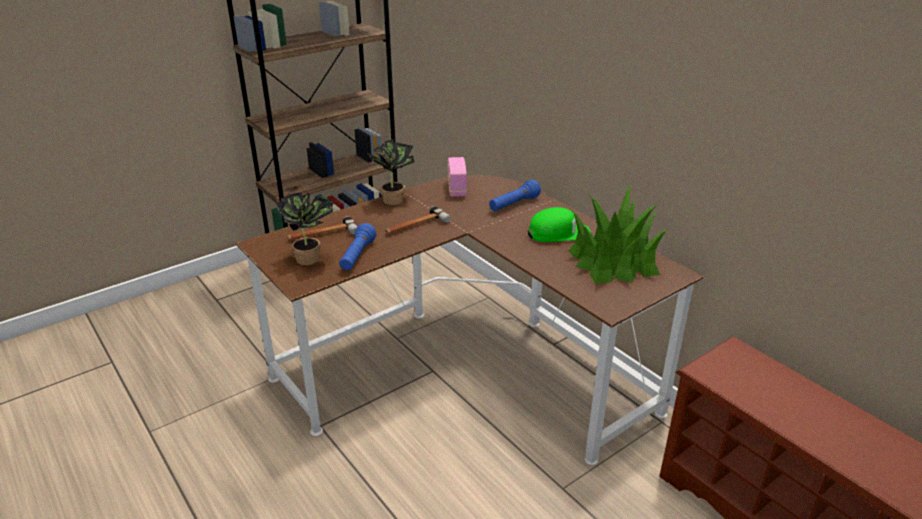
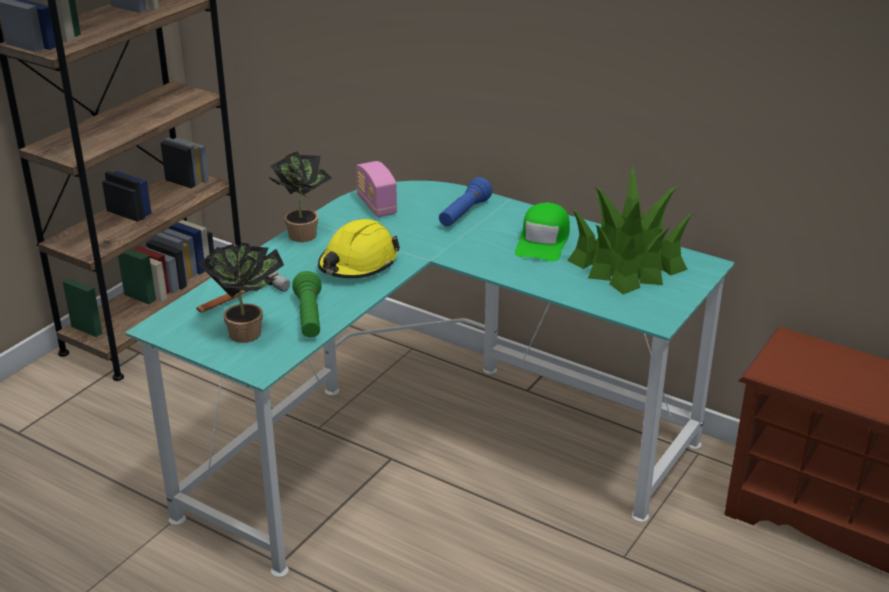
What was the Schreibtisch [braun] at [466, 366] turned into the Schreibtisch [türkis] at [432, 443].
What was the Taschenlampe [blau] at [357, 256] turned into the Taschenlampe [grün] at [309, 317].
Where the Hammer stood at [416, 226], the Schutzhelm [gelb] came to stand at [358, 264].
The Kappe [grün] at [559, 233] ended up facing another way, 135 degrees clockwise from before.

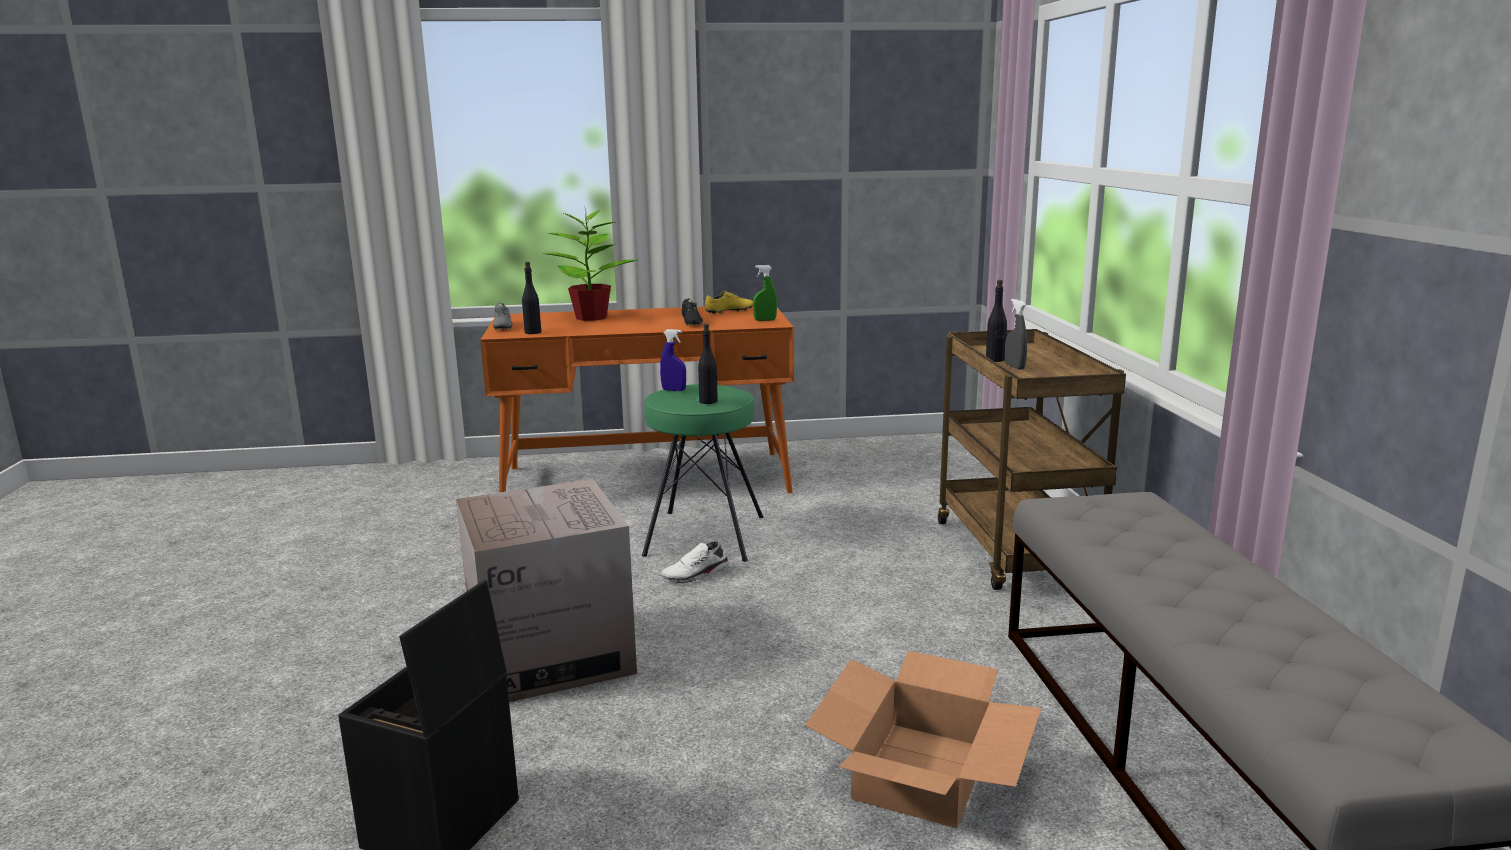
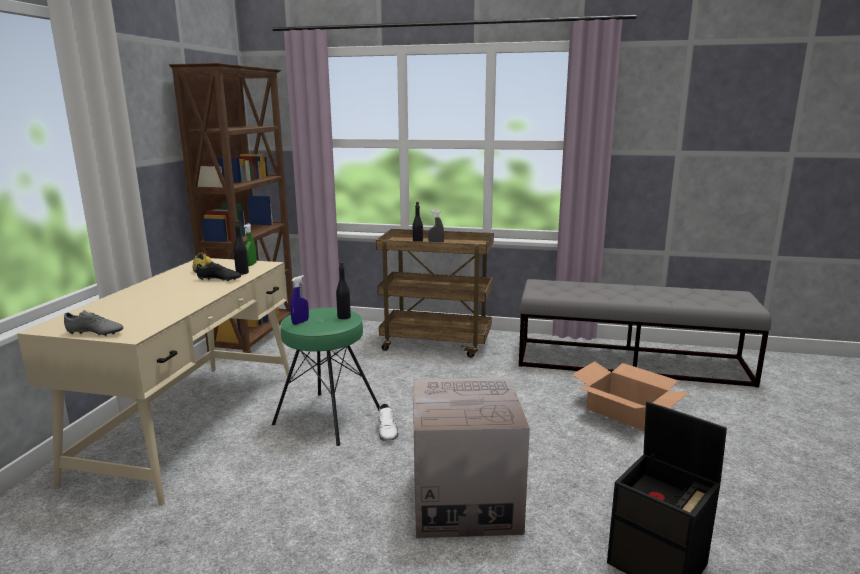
What was the Schreibtisch [orange] at [647, 480] turned into the Schreibtisch [beige] at [193, 423].
The Flasche [schwarz] ended up elsewhere, having gone from [532, 332] to [242, 273].
The second view lost the Topfpflanze at [590, 317].
The second view gained the Bücherregal [braun] at [256, 337].

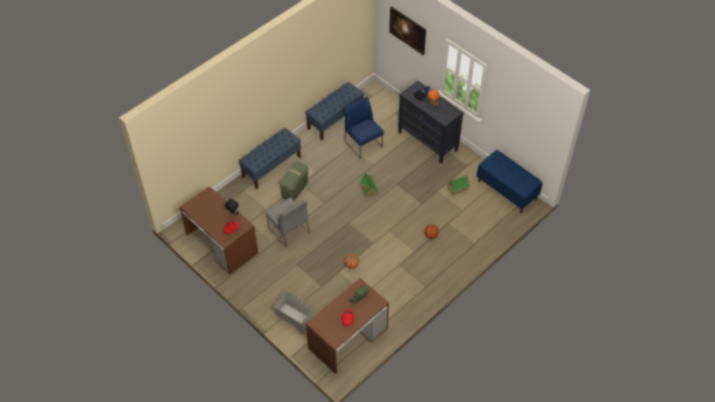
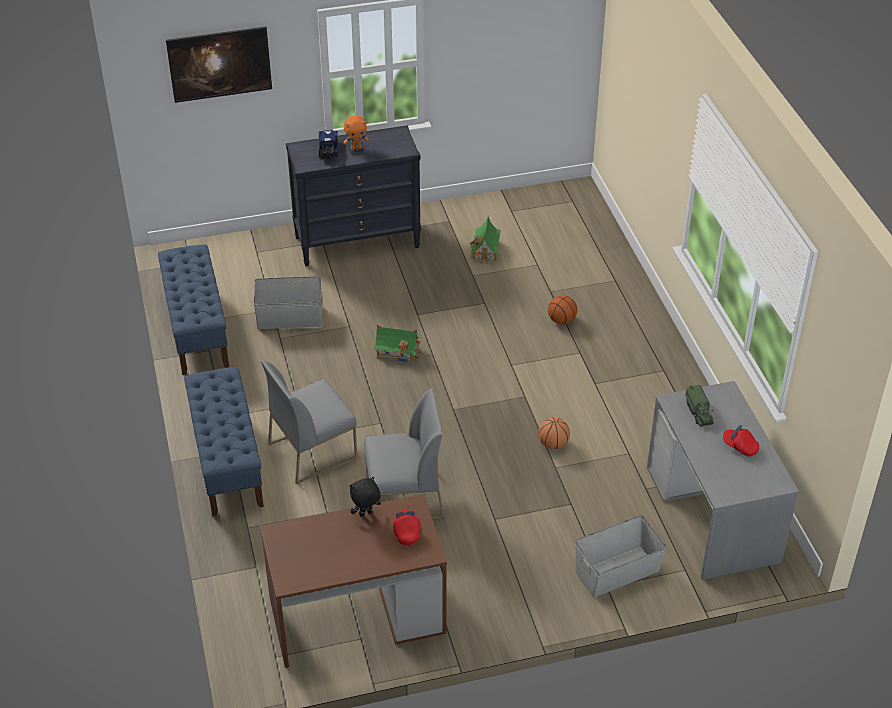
Where the Aufbewahrungsbox [grün] stood at [295, 189], the Stuhl [grau] came to stand at [313, 450].
What was the Schreibtisch [braun] at [348, 338] turned into the Schreibtisch [grau] at [712, 514].
Where the Stuhl [blau] stood at [363, 144], the Aufbewahrungsbox [grau] came to stand at [289, 317].
The second view lost the Bank [blau] at [507, 190].

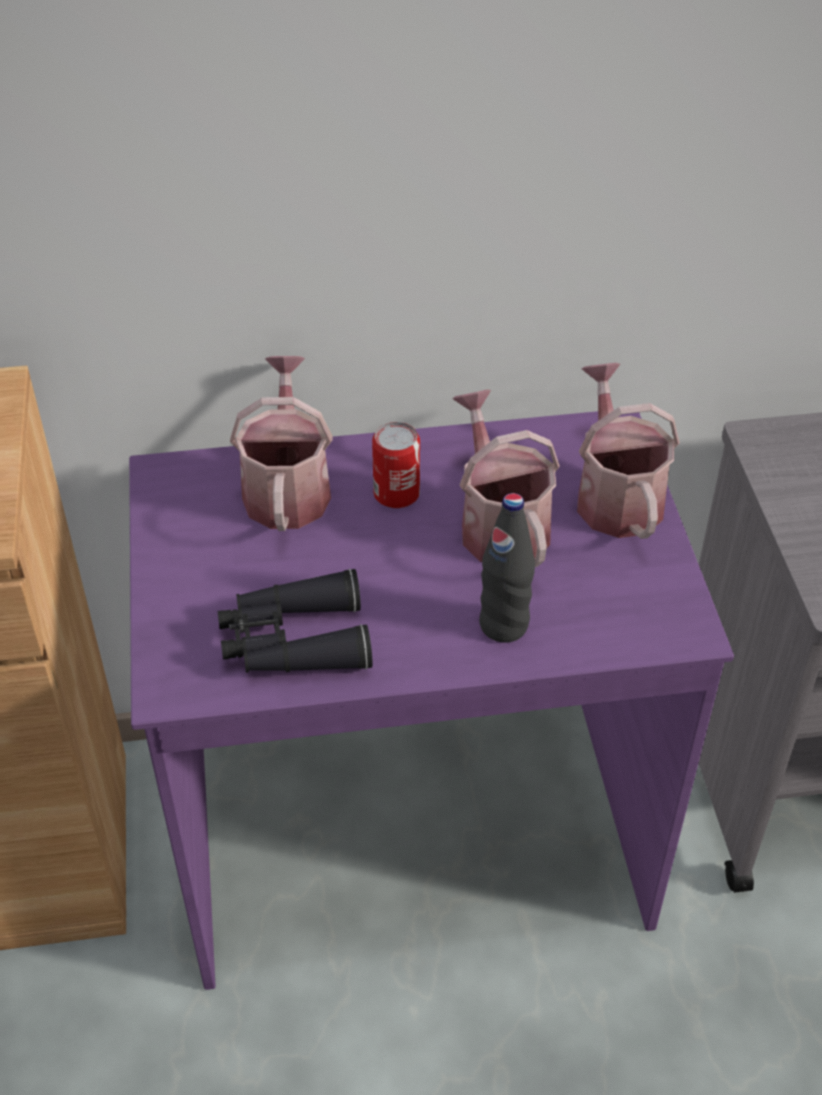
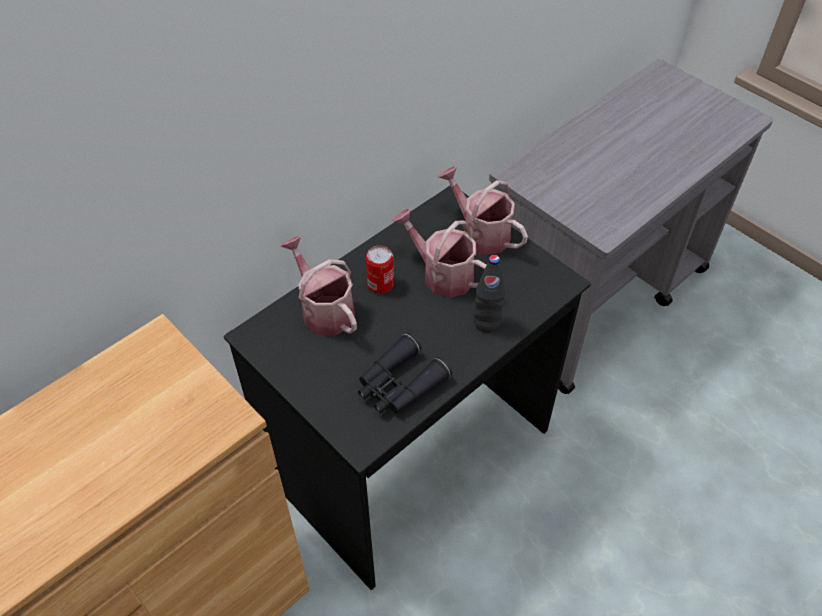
What was the Schreibtisch [lila] at [412, 839] turned into the Schreibtisch [schwarz] at [411, 456].

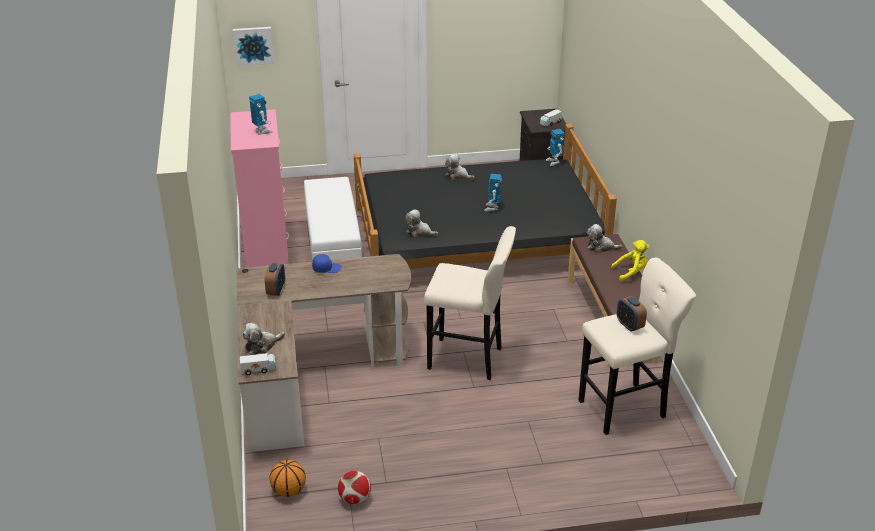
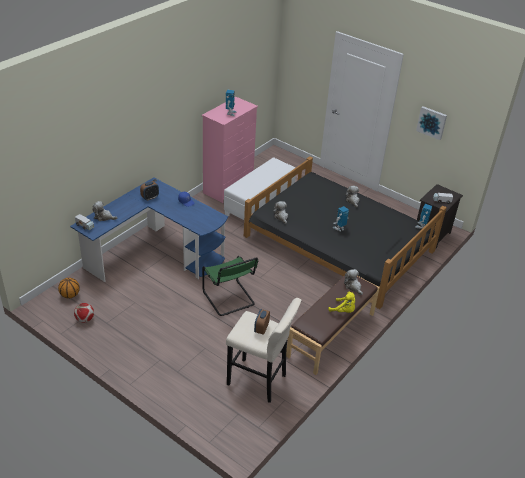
The Bild ended up elsewhere, having gone from [253, 45] to [432, 122].
What was the Schreibtisch [braun] at [310, 374] turned into the Schreibtisch [blau] at [156, 253].
Where the Hocker [beige] stood at [469, 359], the Stuhl [grün] came to stand at [229, 299].

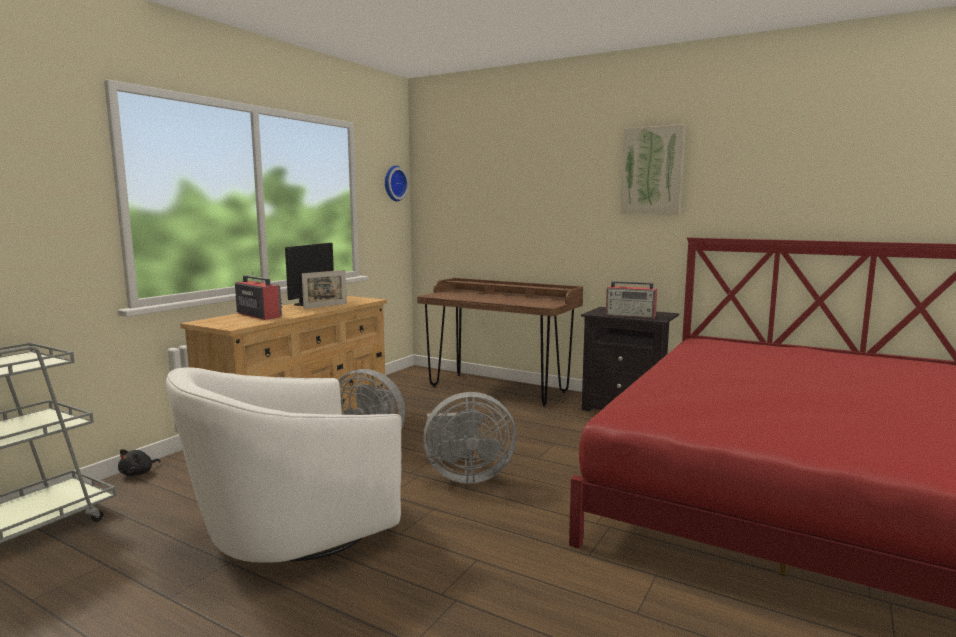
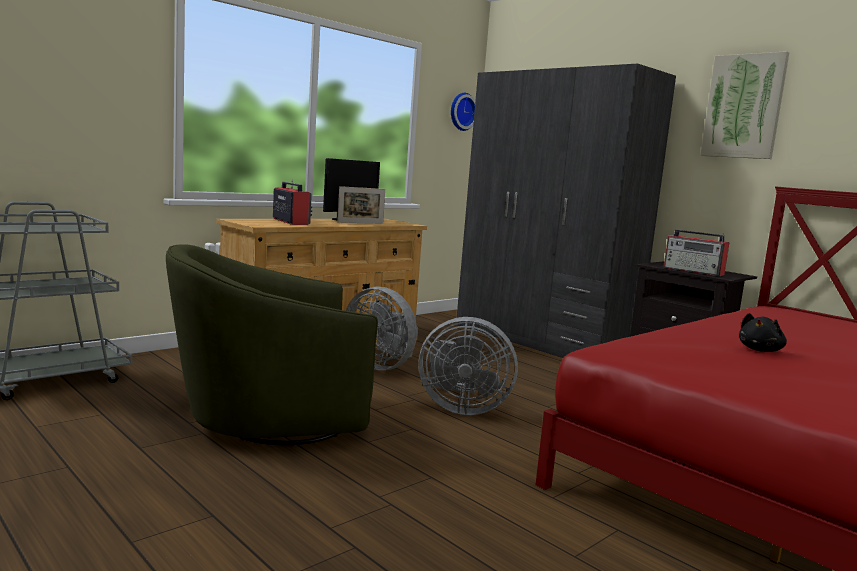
The Plüschtier [schwarz] ended up elsewhere, having gone from [138, 473] to [760, 350].
What was the Sessel [weiß] at [294, 531] turned into the Sessel [grün] at [271, 421].
Where the Schreibtisch [braun] stood at [498, 389], the Kleiderschrank [grau] came to stand at [541, 341].

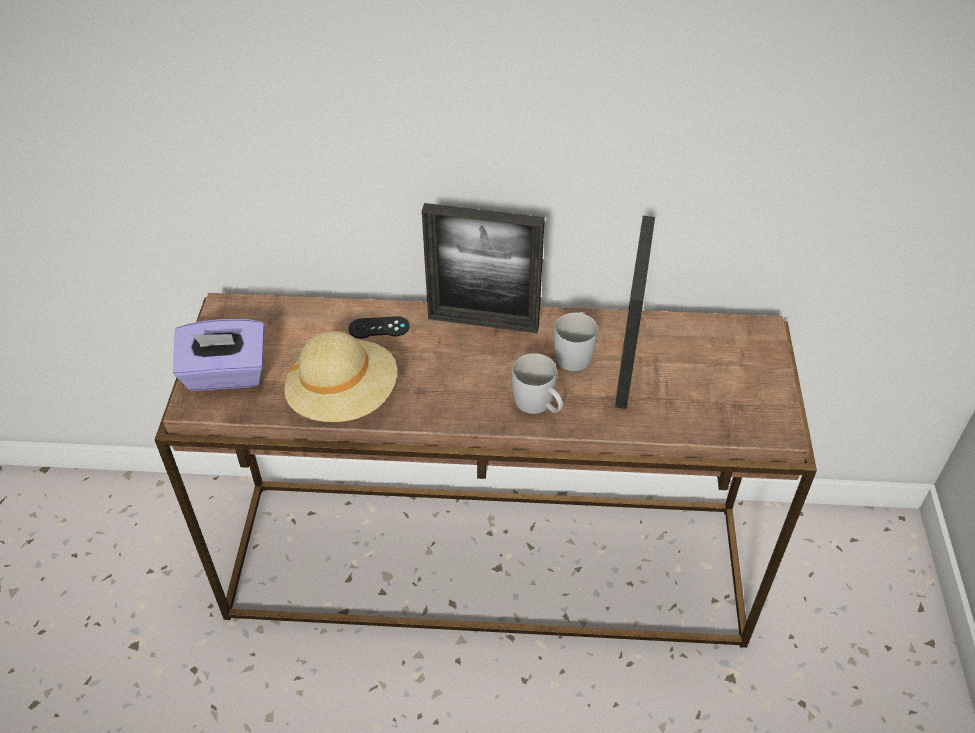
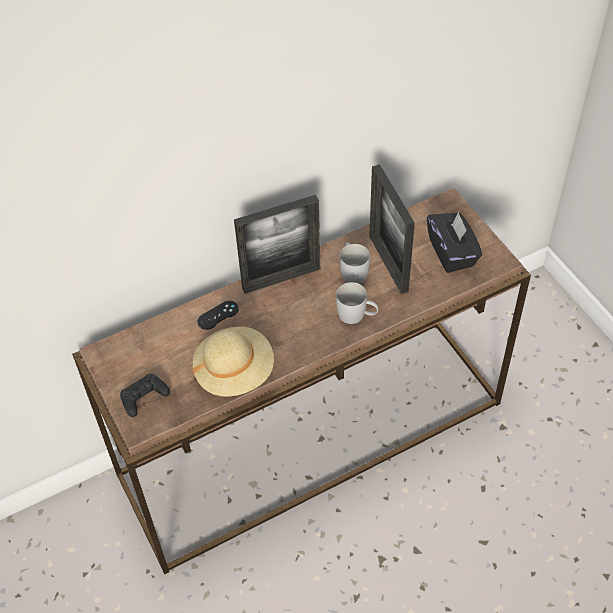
Where the Taschentuchbox [lila] stood at [226, 375], the Gamepad [schwarz] came to stand at [144, 397].
The second view gained the Taschentuchbox [schwarz] at [452, 253].

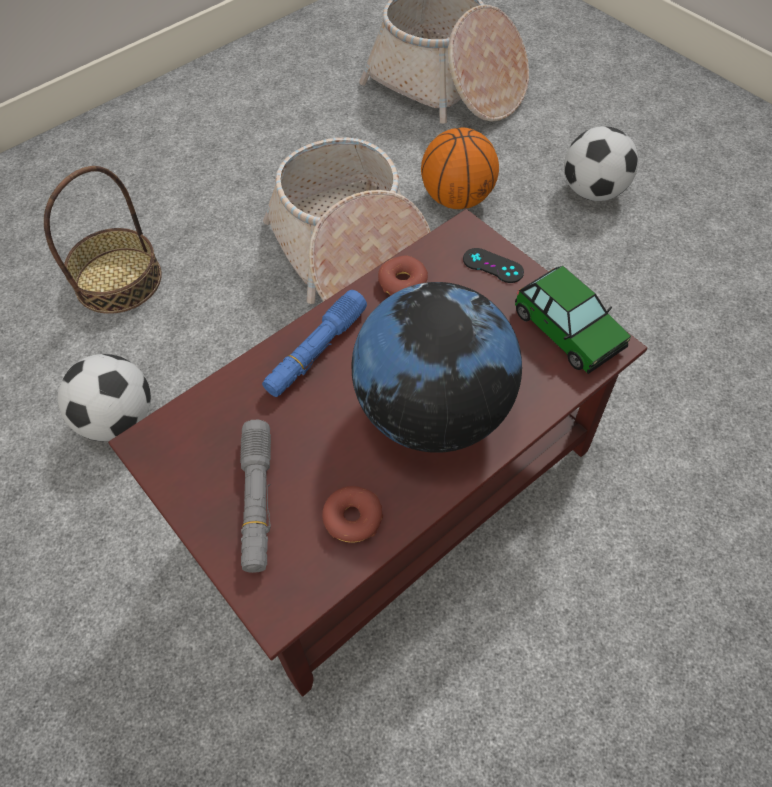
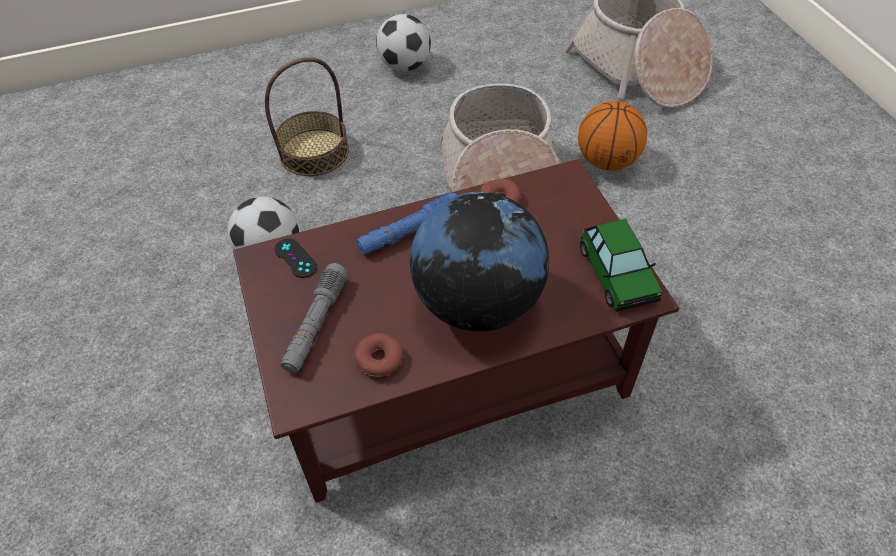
The Gamepad [schwarz] ended up elsewhere, having gone from [493, 266] to [295, 258].
The Fußball ended up elsewhere, having gone from [593, 191] to [405, 66].

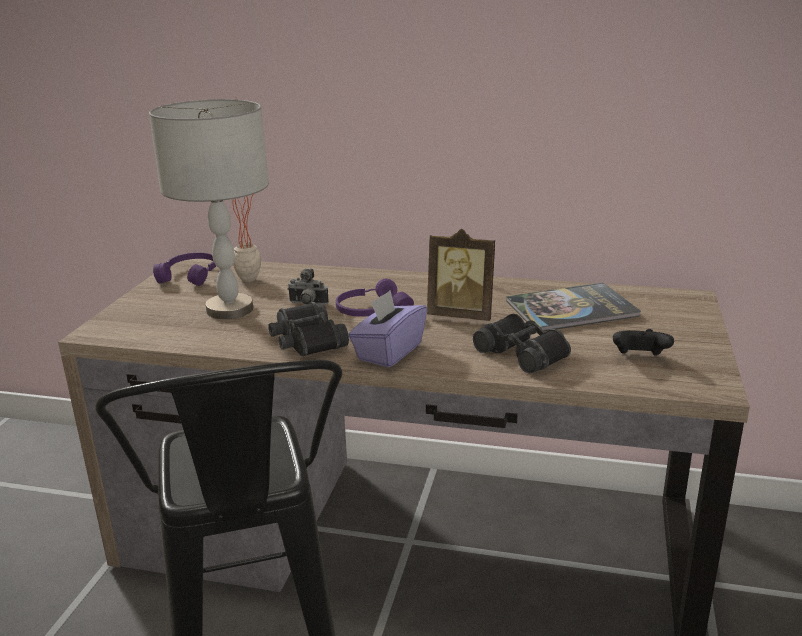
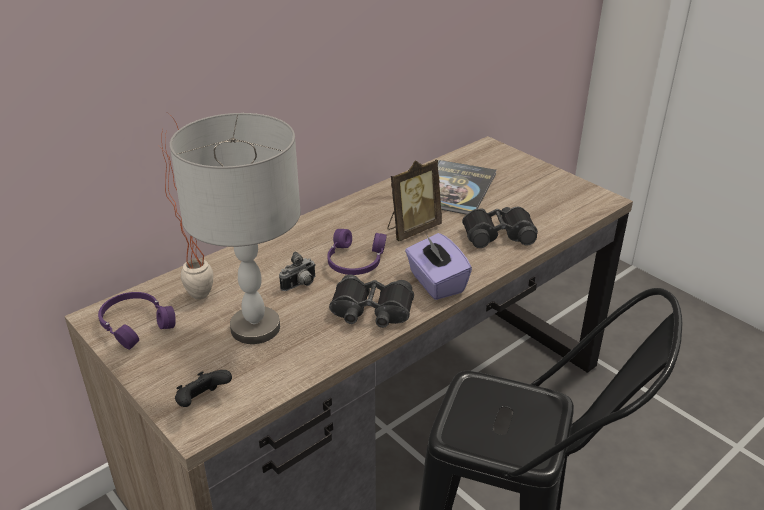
The Gamepad [schwarz] ended up elsewhere, having gone from [639, 358] to [202, 401].

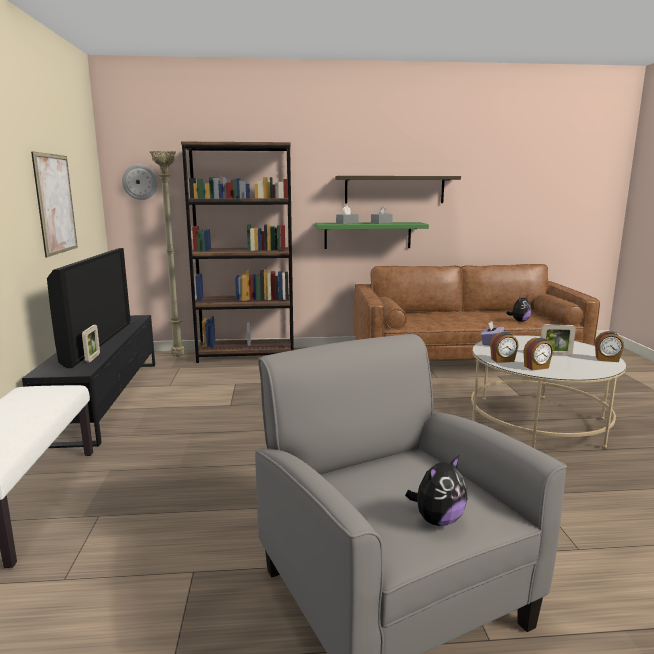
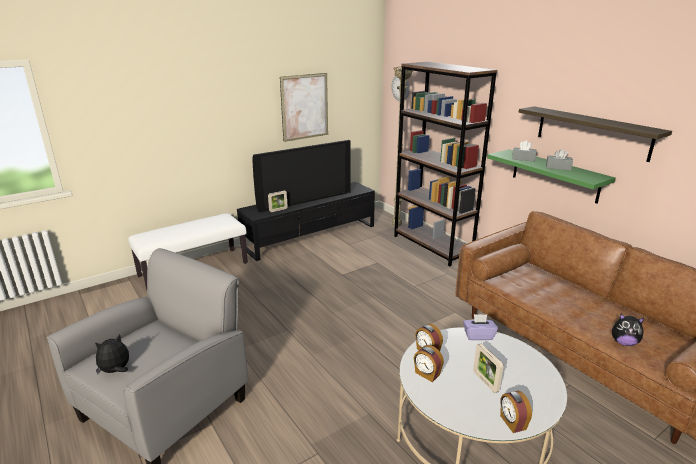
The Plüschtier at [437, 520] ended up facing another way, 120 degrees clockwise from before.

